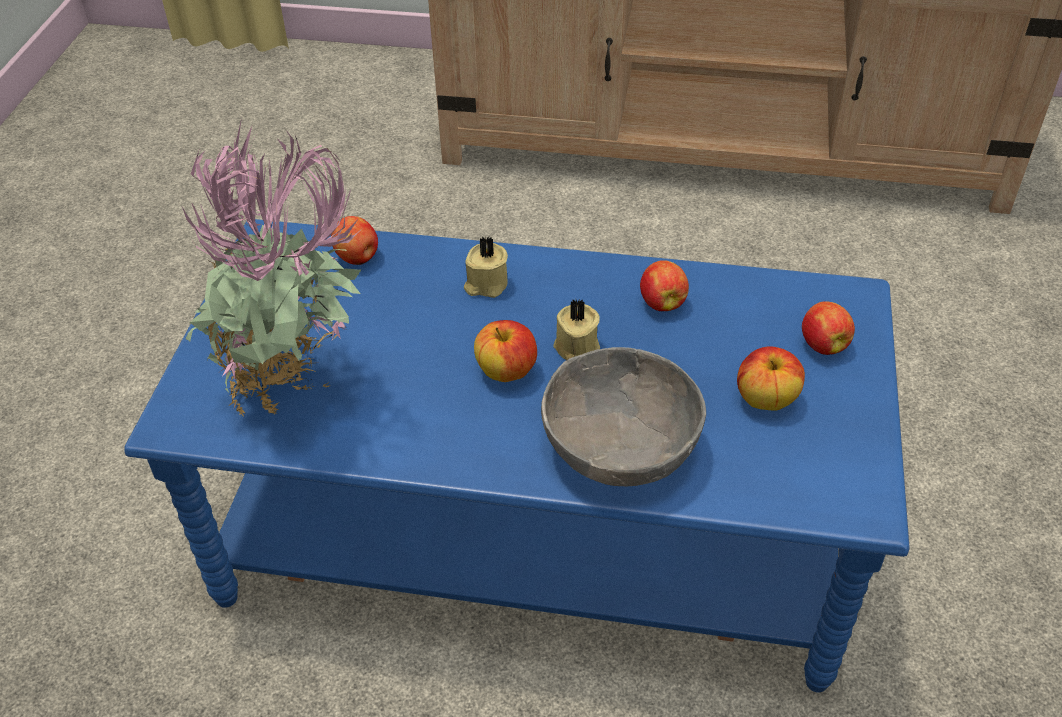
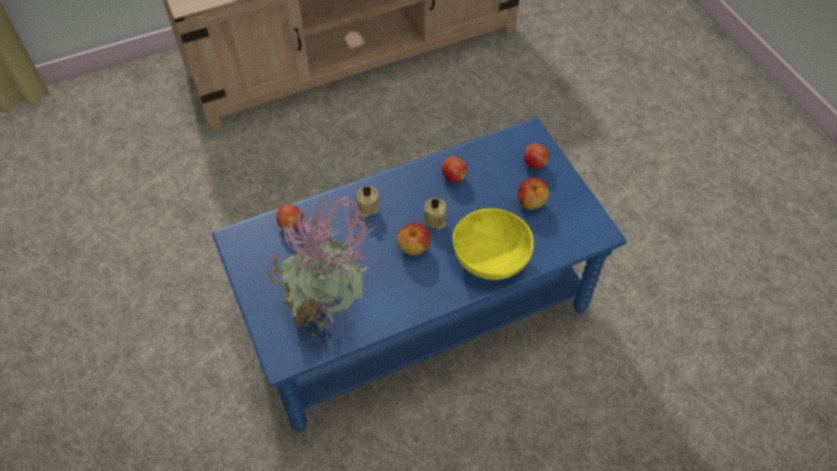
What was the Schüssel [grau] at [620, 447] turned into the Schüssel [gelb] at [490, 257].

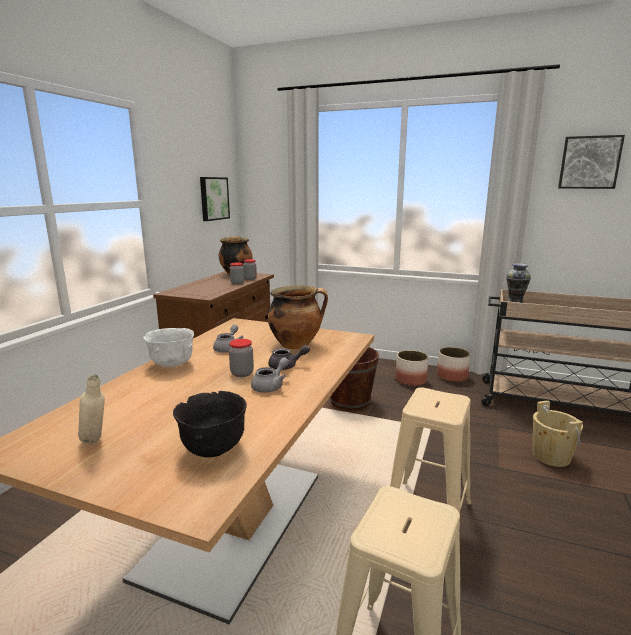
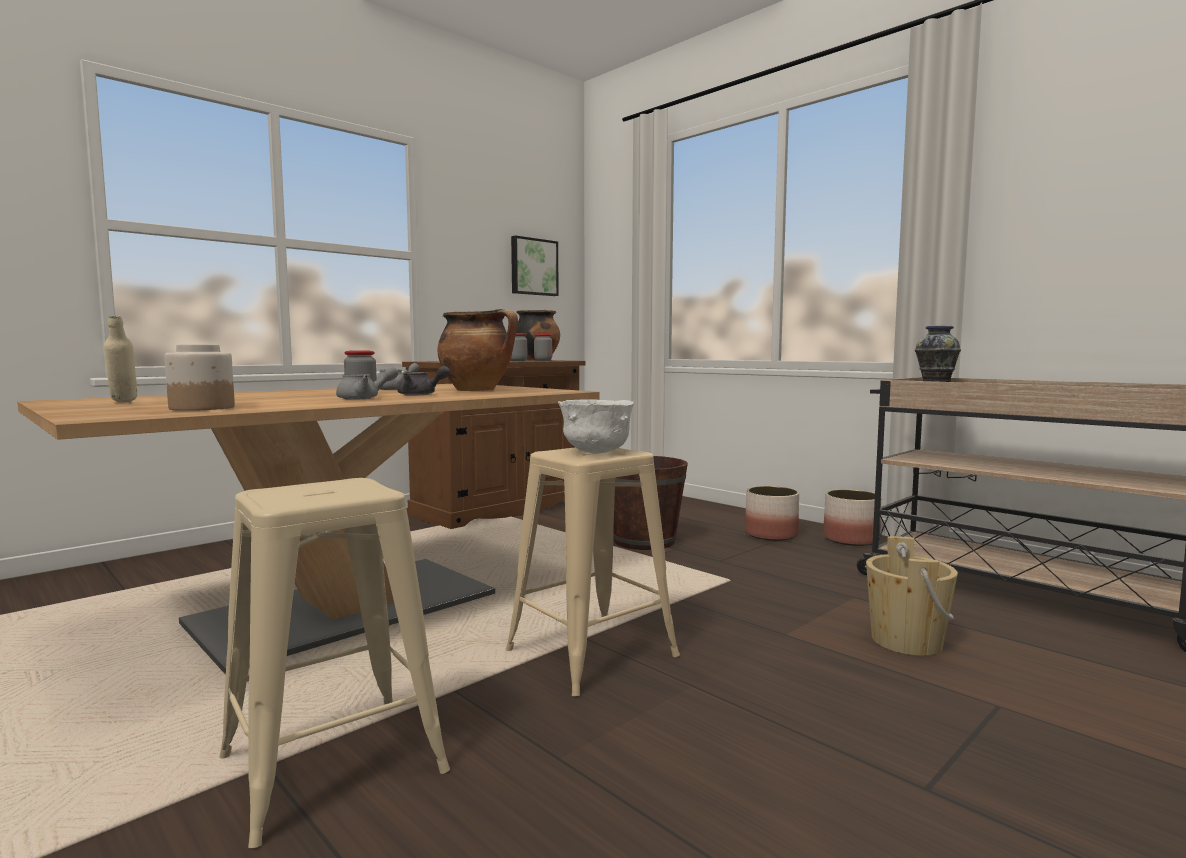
The Schüssel [weiß] ended up elsewhere, having gone from [172, 364] to [596, 452].
Where the Schüssel [schwarz] stood at [213, 449], the Vorratsglas came to stand at [201, 408].
The second view lost the Bild at [589, 162].

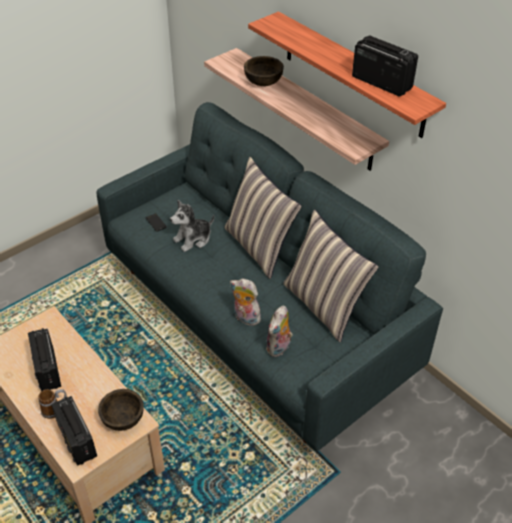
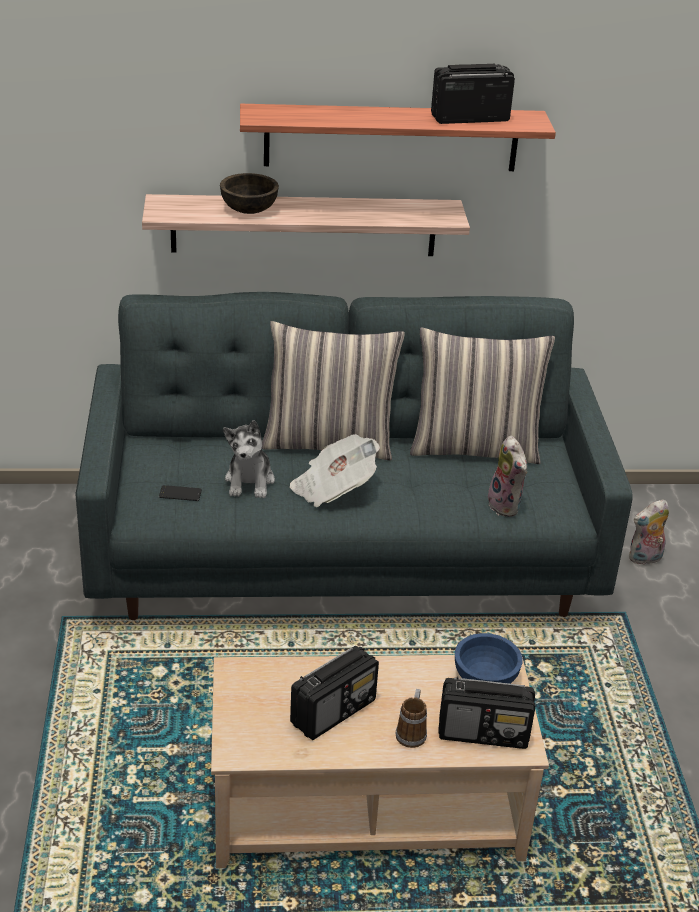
The Radio at [47, 370] ended up facing another way, 60 degrees counterclockwise from before.
What was the Schüssel [braun] at [123, 418] turned into the Schüssel [blau] at [484, 678].
The Plüschtier ended up elsewhere, having gone from [245, 318] to [645, 559].
The second view gained the Zeitung at [333, 488].

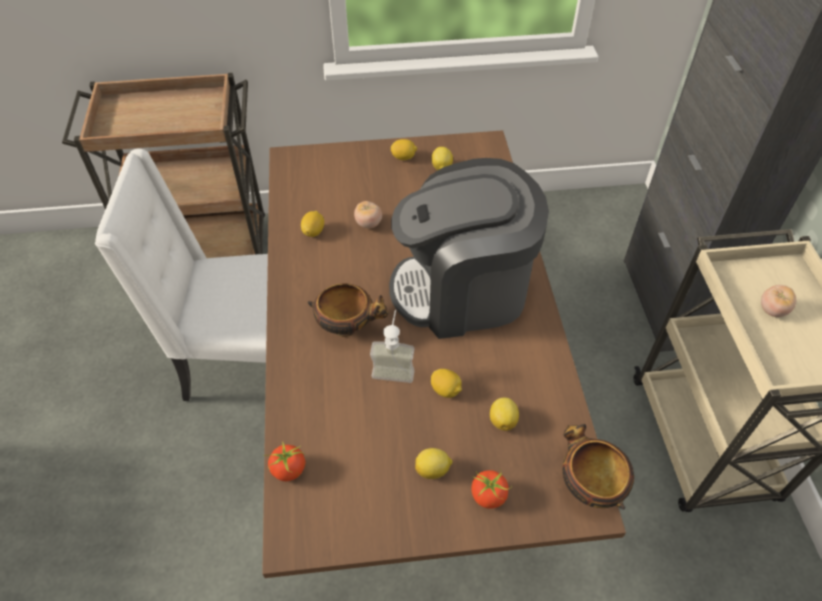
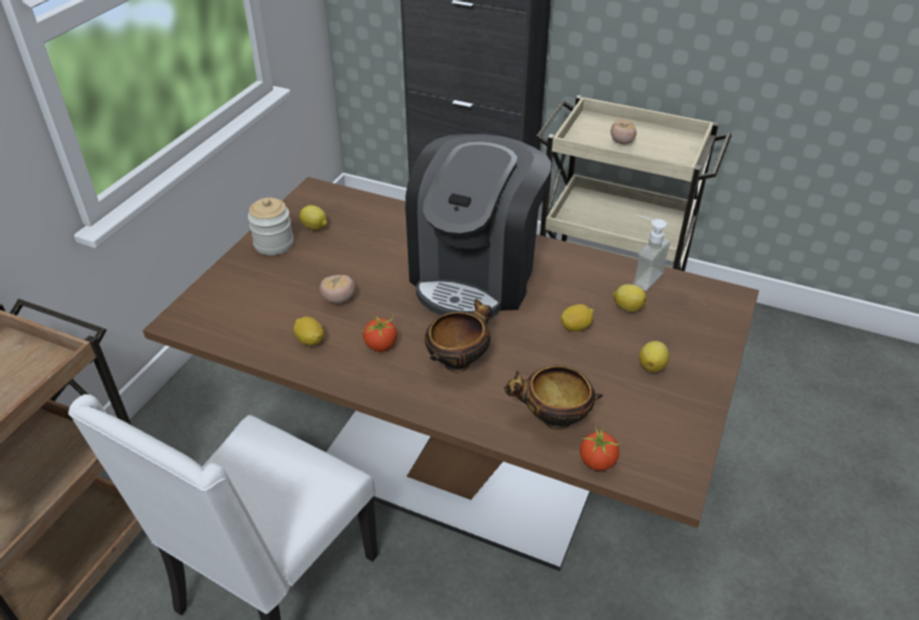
The Seifenspender ended up elsewhere, having gone from [394, 367] to [641, 276].
Where the Zitrone stood at [403, 157], the Vorratsglas came to stand at [274, 244].
The Tomate ended up elsewhere, having gone from [489, 496] to [381, 345].
The Schüssel ended up elsewhere, having gone from [587, 486] to [553, 420].

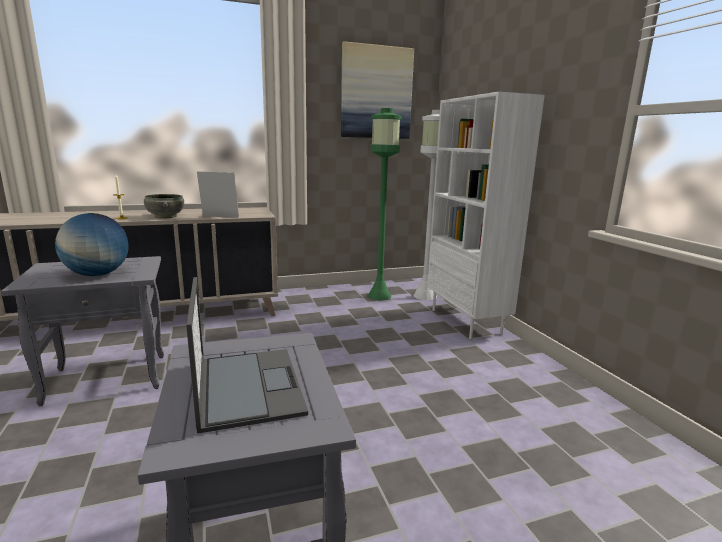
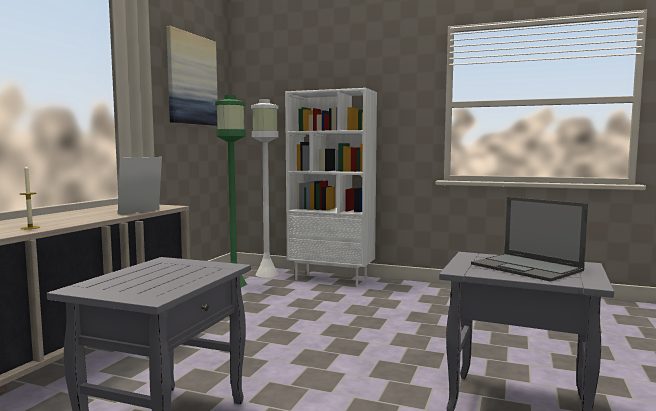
The second view lost the Globus at [97, 274].
The second view lost the Schüssel [grau] at [165, 216].
The Laptop at [247, 386] ended up facing another way, 150 degrees counterclockwise from before.

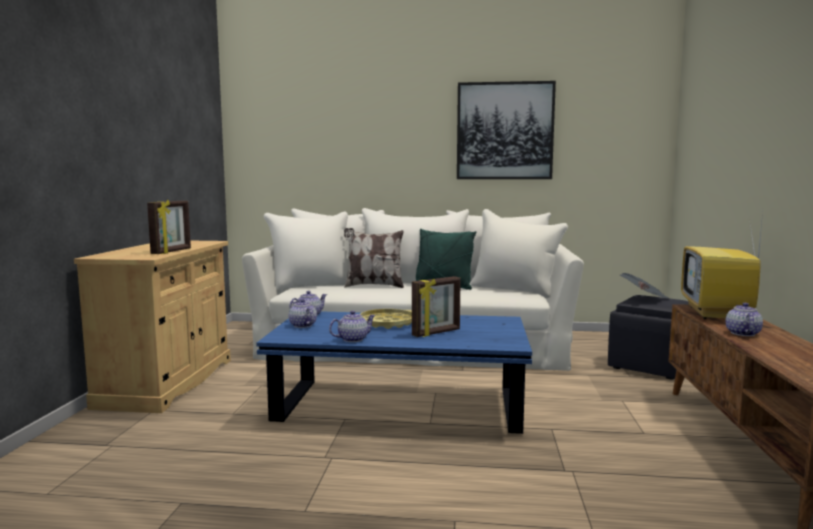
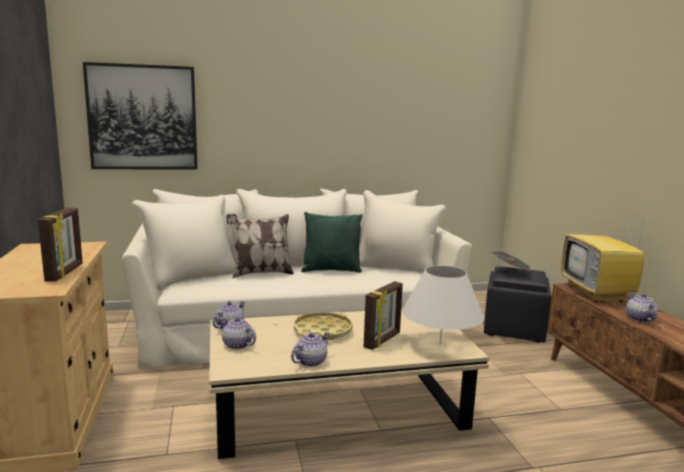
What was the Couchtisch [blau] at [400, 407] turned into the Couchtisch [beige] at [339, 413].
The Bild ended up elsewhere, having gone from [504, 131] to [143, 117].
The second view gained the Tischlampe [weiß] at [439, 345].

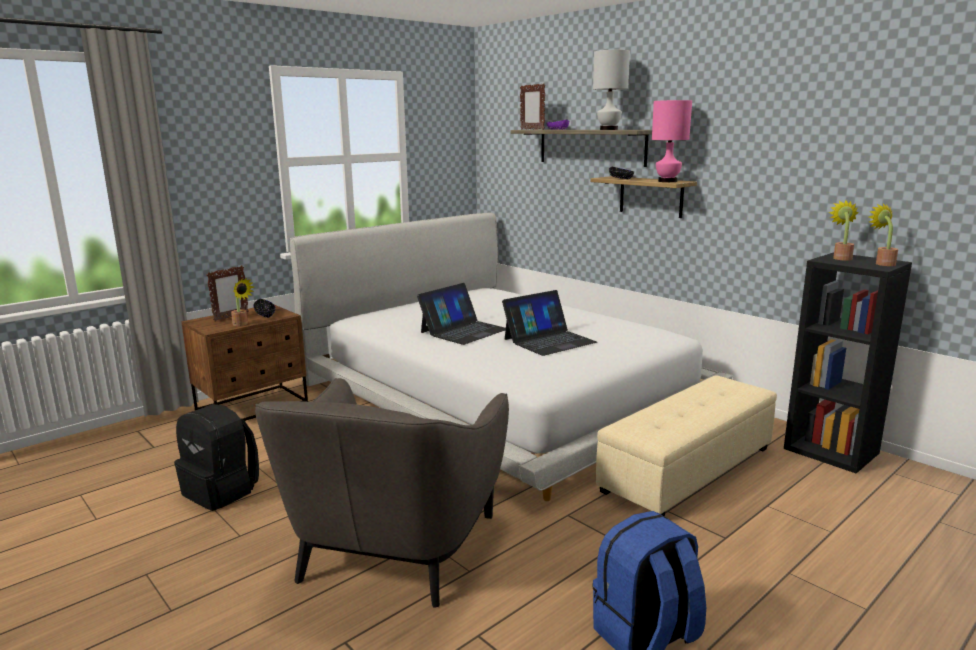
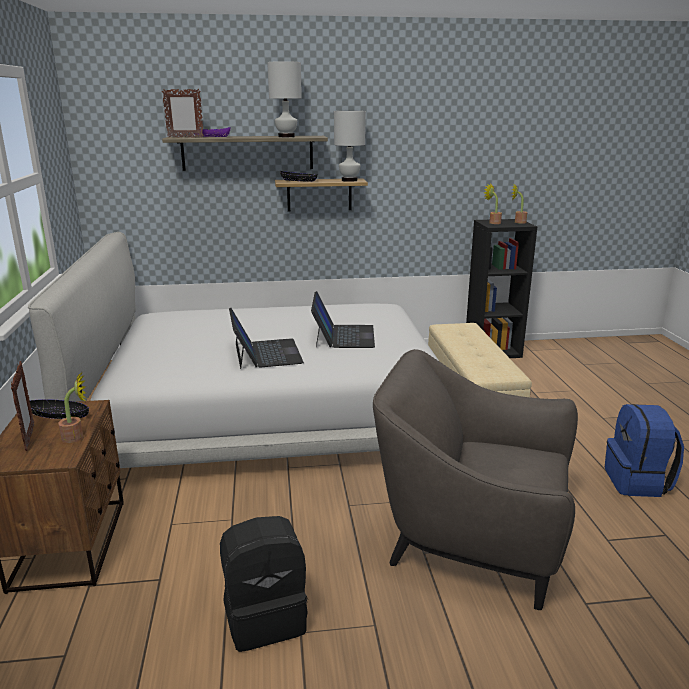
The Sessel [grau] at [394, 547] ended up facing another way, 150 degrees clockwise from before.
What was the Tischlampe [rosa] at [668, 181] turned into the Tischlampe [weiß] at [349, 180].

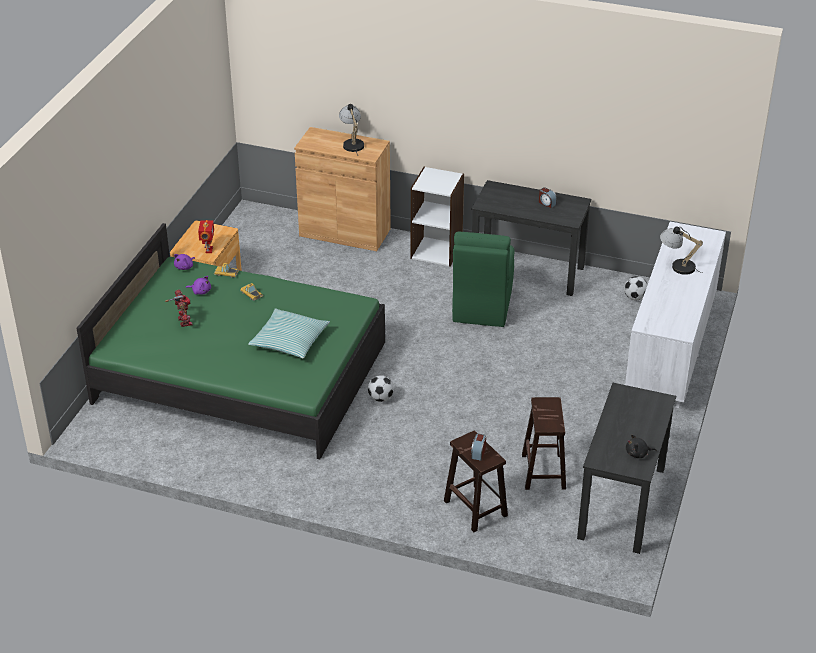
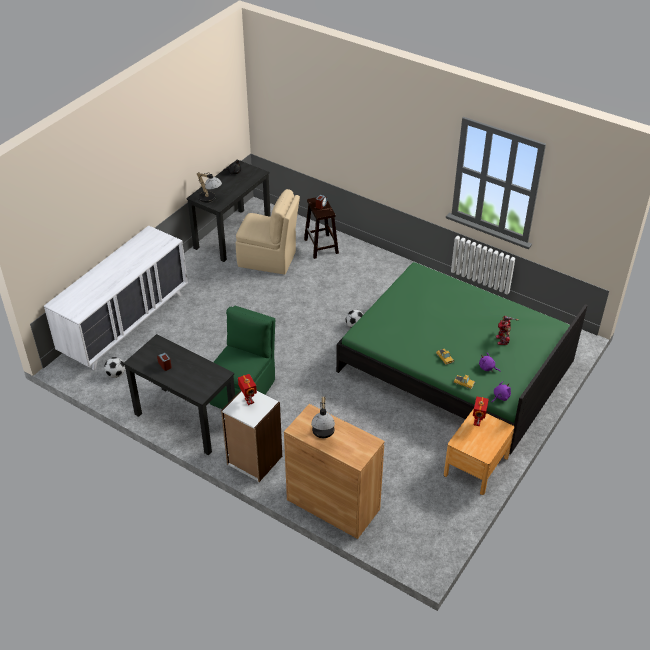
The second view lost the Kissen at [289, 340].
Where the Hocker [braun] stood at [543, 471], the Stuhl [beige] came to stand at [268, 259].
The Tischlampe ended up elsewhere, having gone from [677, 266] to [210, 199].
The second view gained the Spielzeugroboter at [248, 401].

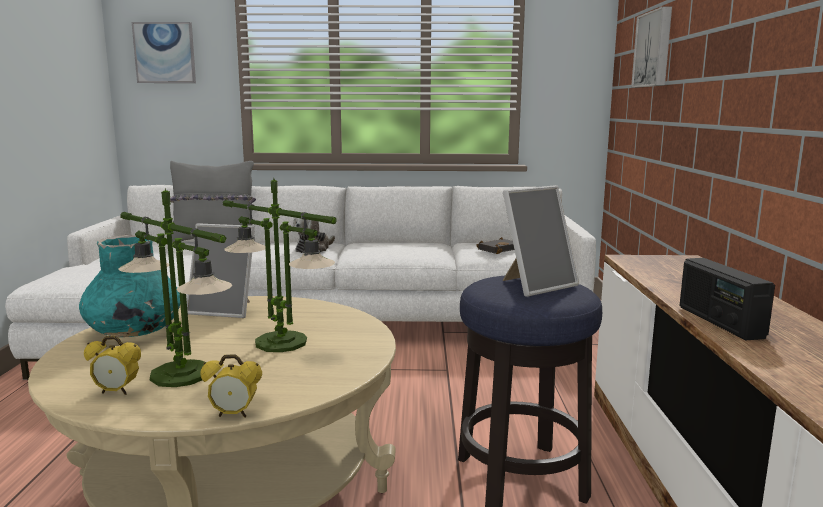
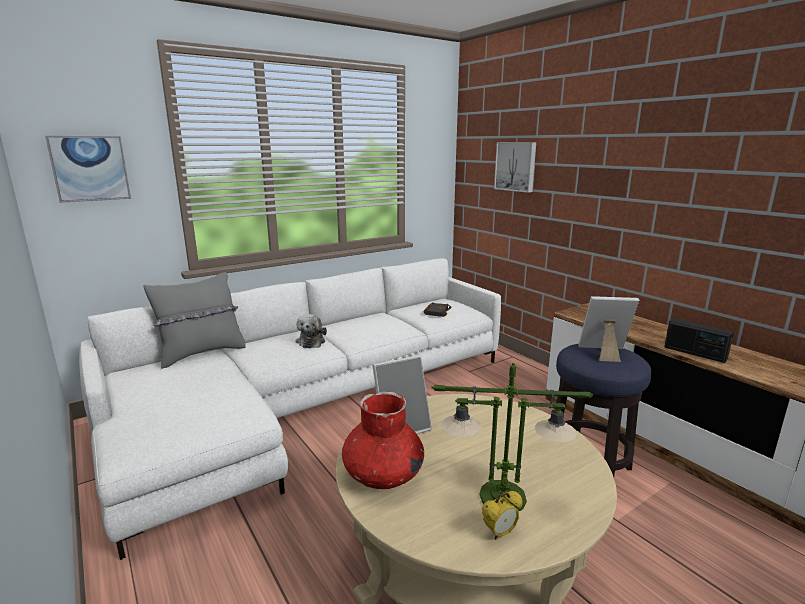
What was the Vase [türkis] at [133, 331] turned into the Vase [rot] at [383, 475].
The second view lost the Wecker at [234, 414].
The second view lost the Tischlampe at [280, 342].
The Bilderrahmen at [535, 285] ended up facing another way, 105 degrees counterclockwise from before.

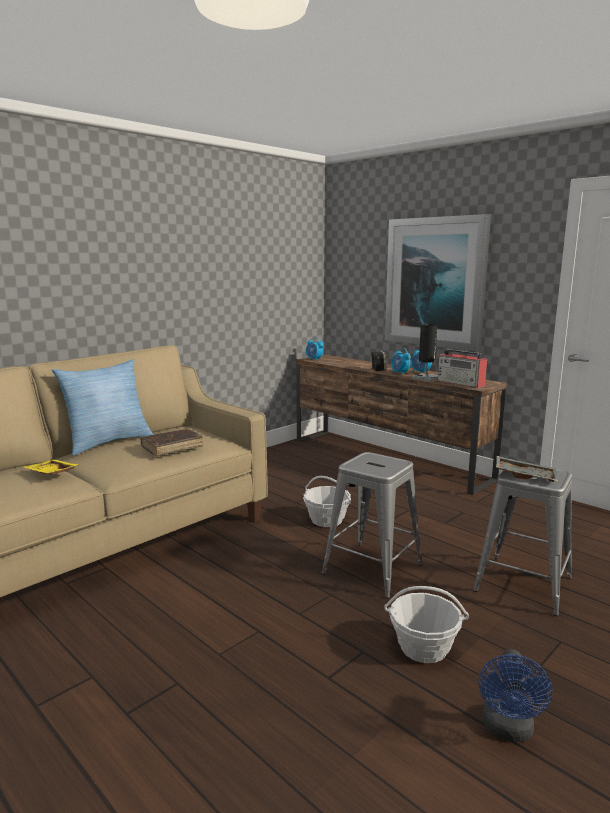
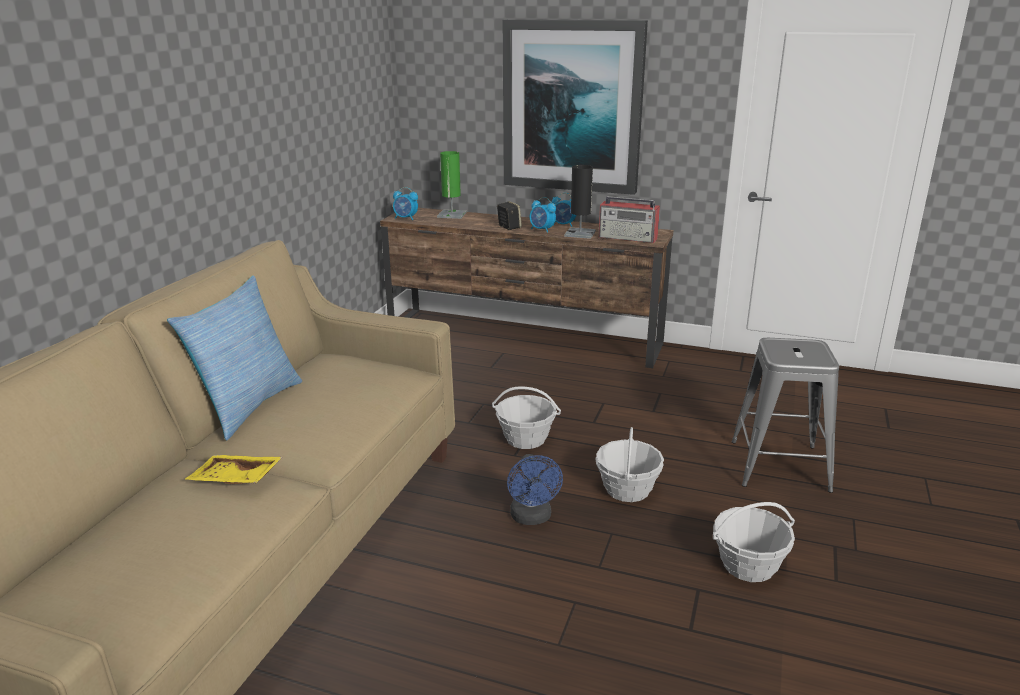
The second view lost the Buch [braun] at [172, 447].
Where the Hocker [grau] stood at [372, 569], the Korb came to stand at [627, 489].
The Ventilator [blau] ended up elsewhere, having gone from [508, 730] to [532, 518].
The second view lost the Tablett [grau] at [525, 475].
The second view gained the Tischlampe [grün] at [451, 215].

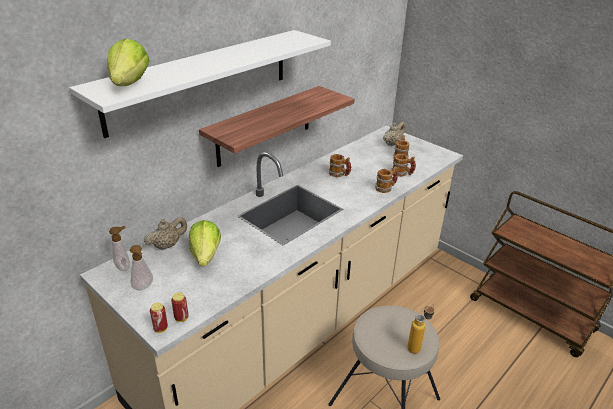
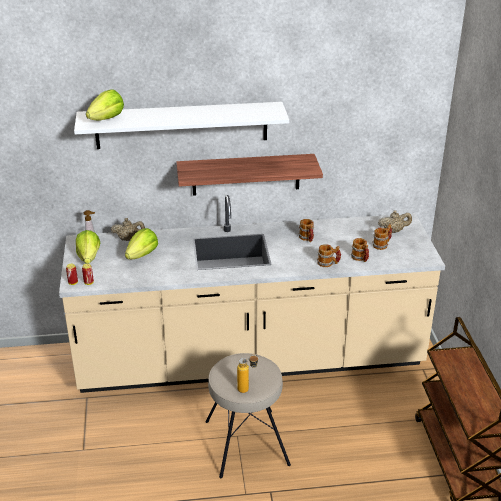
Where the Seifenspender stood at [144, 287], the Salatkopf came to stand at [89, 257].

